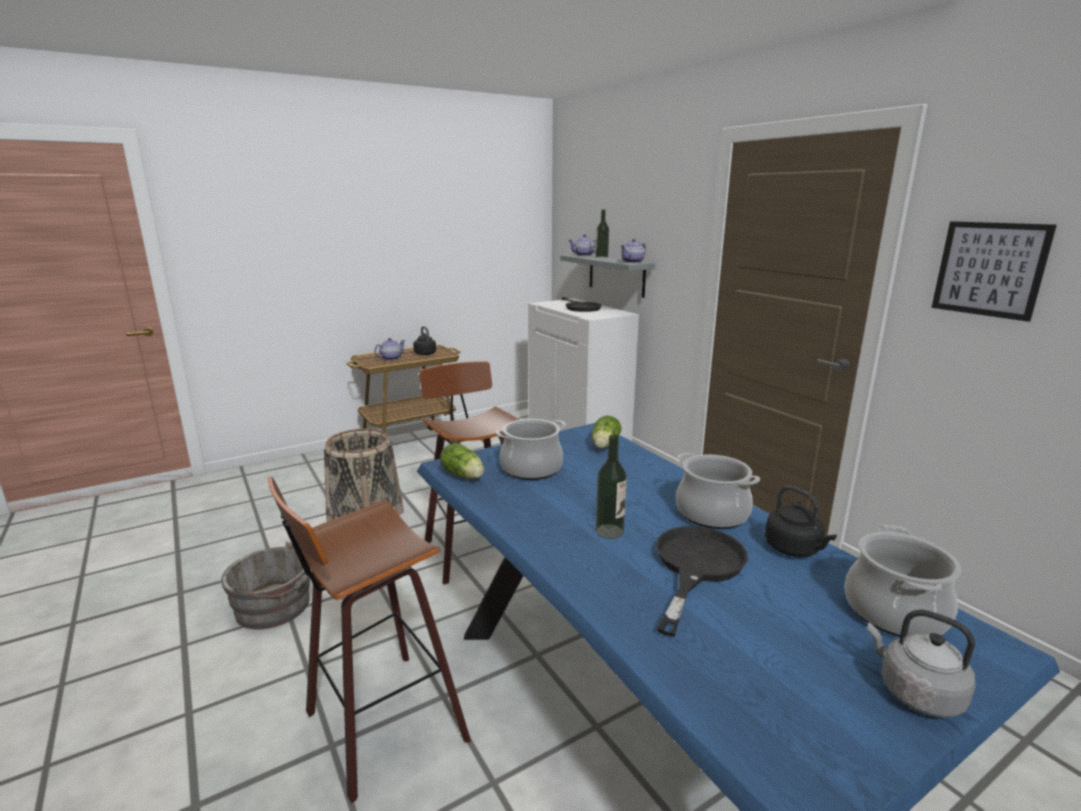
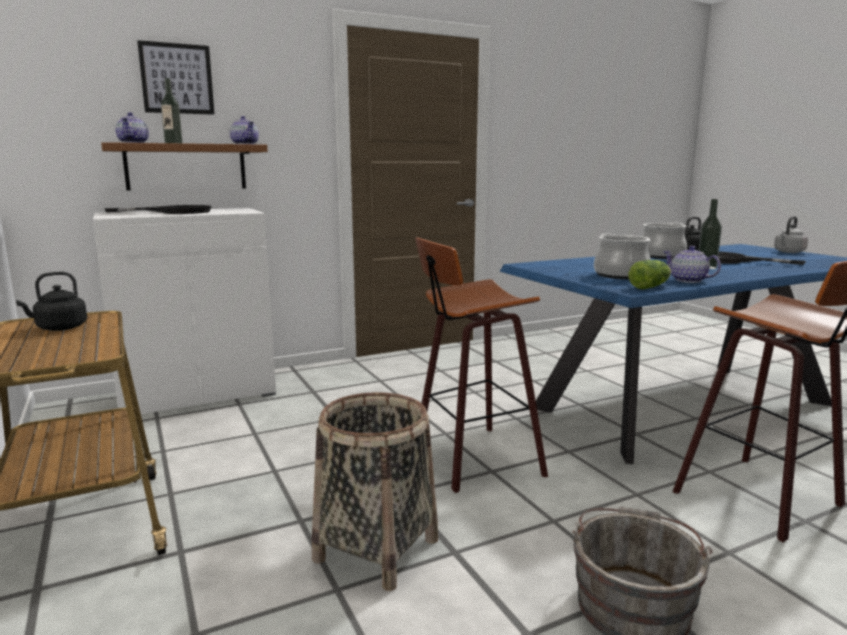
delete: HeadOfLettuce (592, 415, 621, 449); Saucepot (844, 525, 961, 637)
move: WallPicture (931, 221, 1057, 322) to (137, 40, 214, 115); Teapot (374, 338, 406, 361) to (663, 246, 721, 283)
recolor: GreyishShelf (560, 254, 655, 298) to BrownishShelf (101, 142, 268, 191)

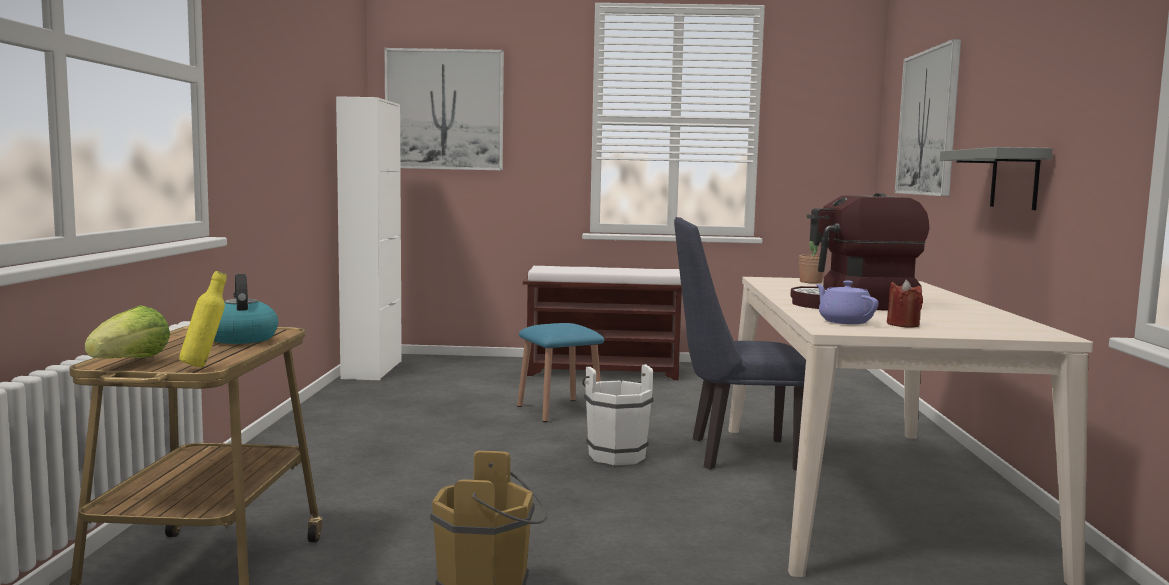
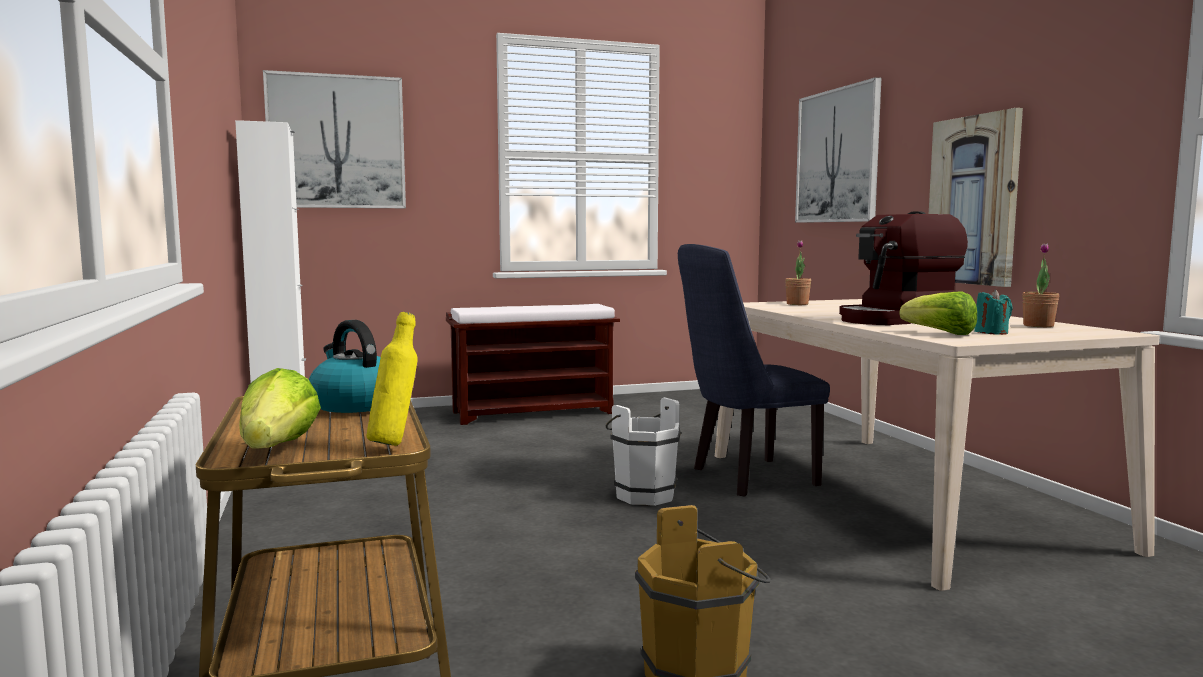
delete: BlueColouredSittingStool (517, 323, 604, 422)
insert: Houseplant (1022, 243, 1059, 327)
replace: GreyishShelf (940, 147, 1052, 210) to WallPicture (929, 108, 1023, 287); PurpleTeapot (815, 281, 878, 324) to HeadOfLettuce (900, 292, 977, 335)
recolor: RedWaxLight (887, 279, 923, 328) to TurquoiseColouredWaxLight (974, 289, 1012, 335)

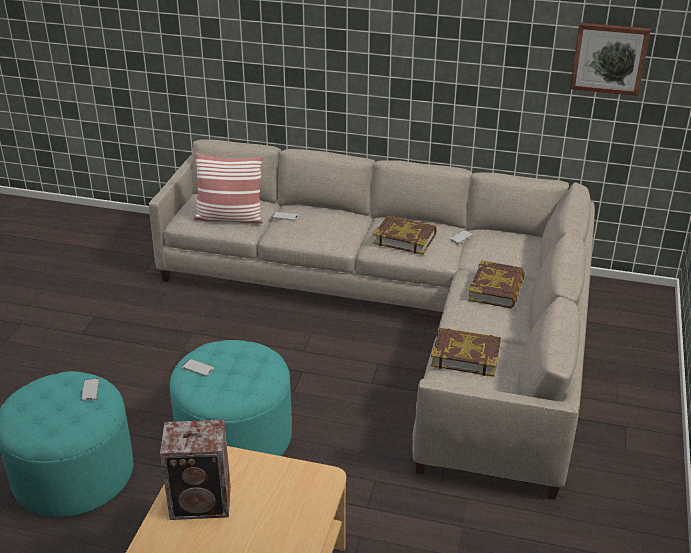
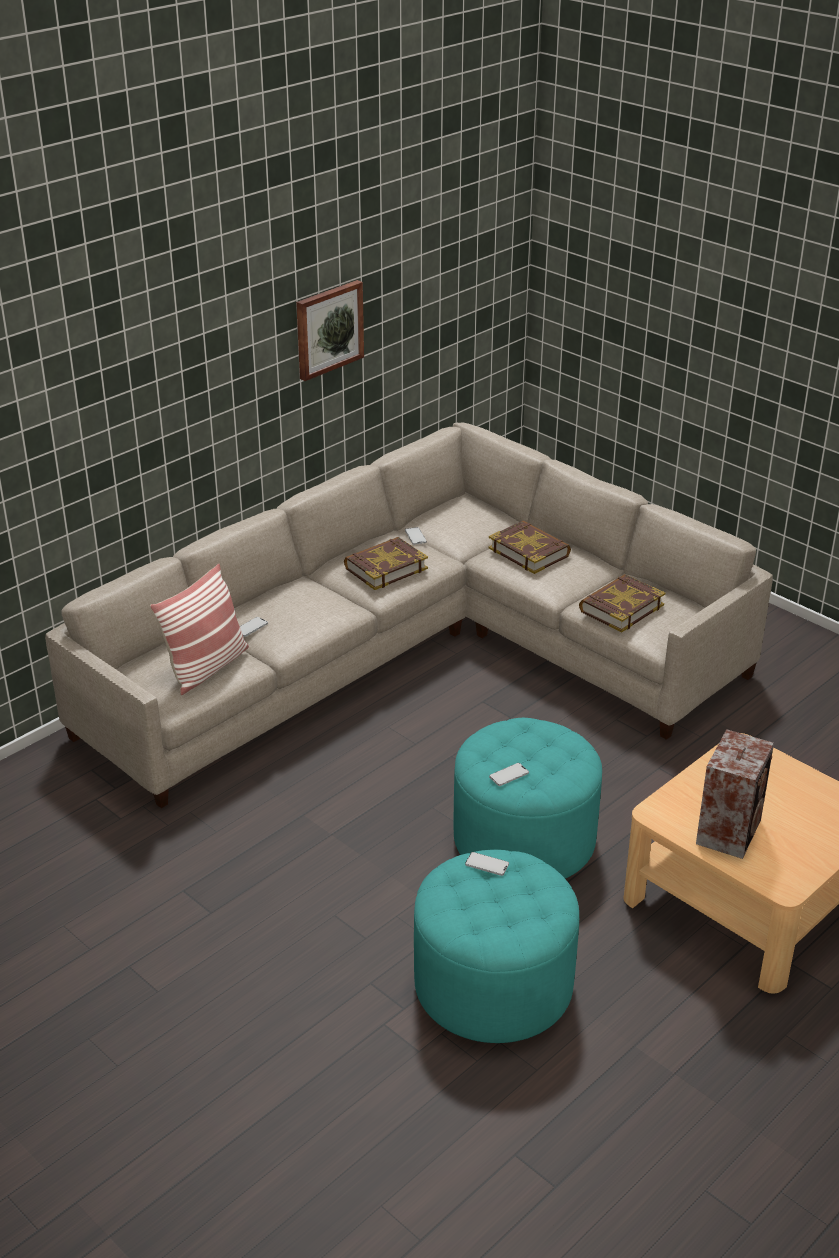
move: WallPicture (570, 23, 650, 96) to (296, 280, 364, 381)

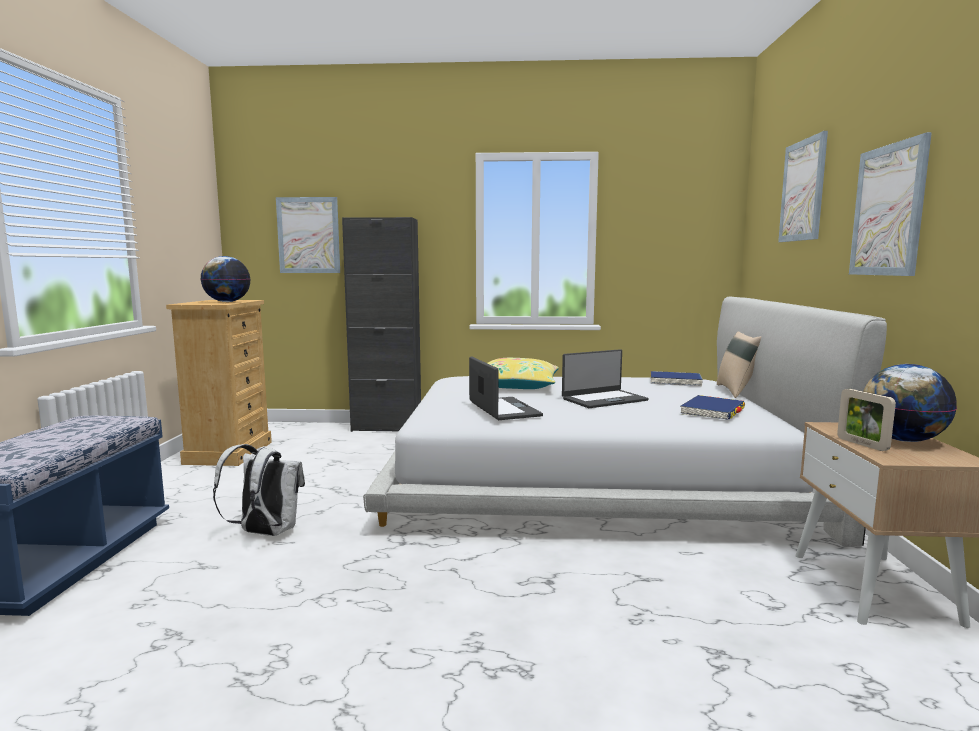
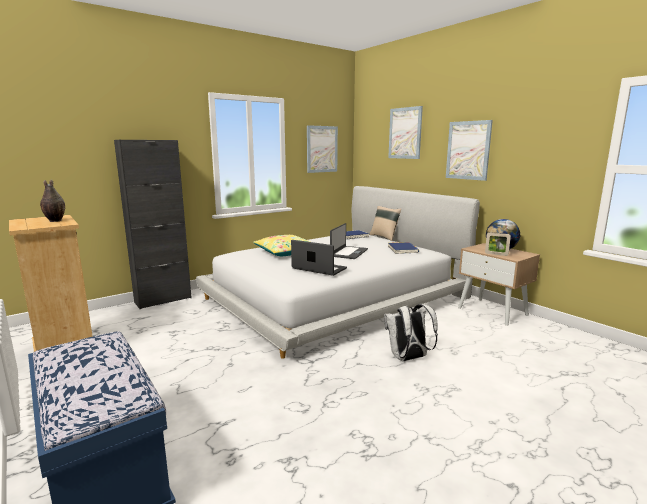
move: WallPicture (276, 197, 340, 273) to (307, 125, 338, 173); WhiteRucksack (213, 444, 305, 536) to (384, 304, 438, 361)
replace: DeskGlobe (200, 256, 250, 302) to Vase (40, 180, 65, 222)

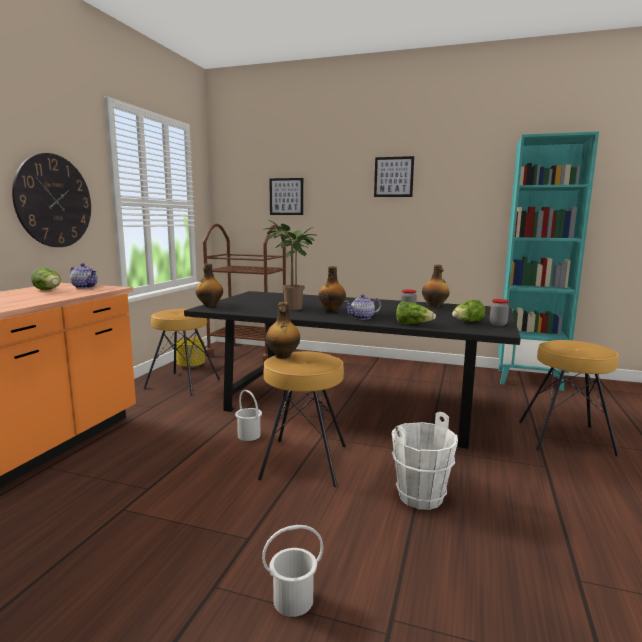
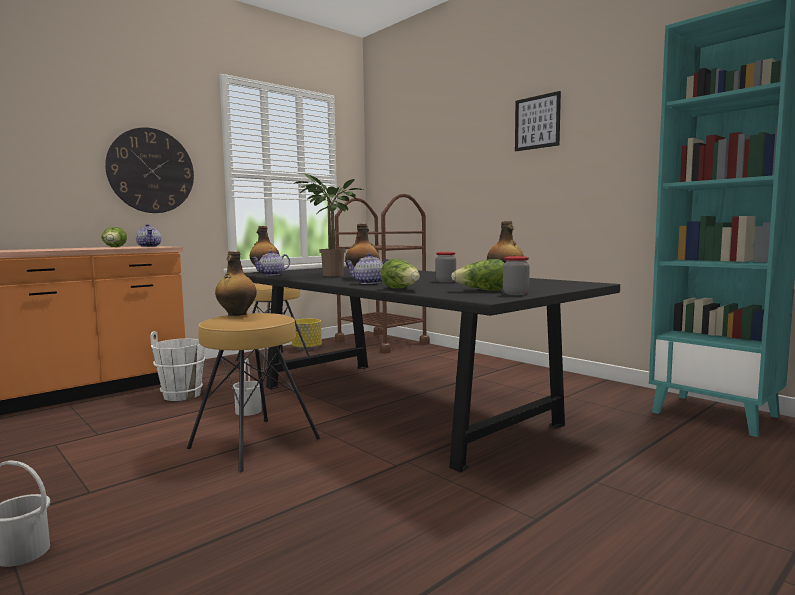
delete: WallPicture (269, 178, 303, 215); BrownishSittingStool (519, 340, 619, 457)
insert: Teapot (252, 250, 290, 275)
move: WhiteBucket (391, 412, 458, 510) to (150, 331, 206, 401)

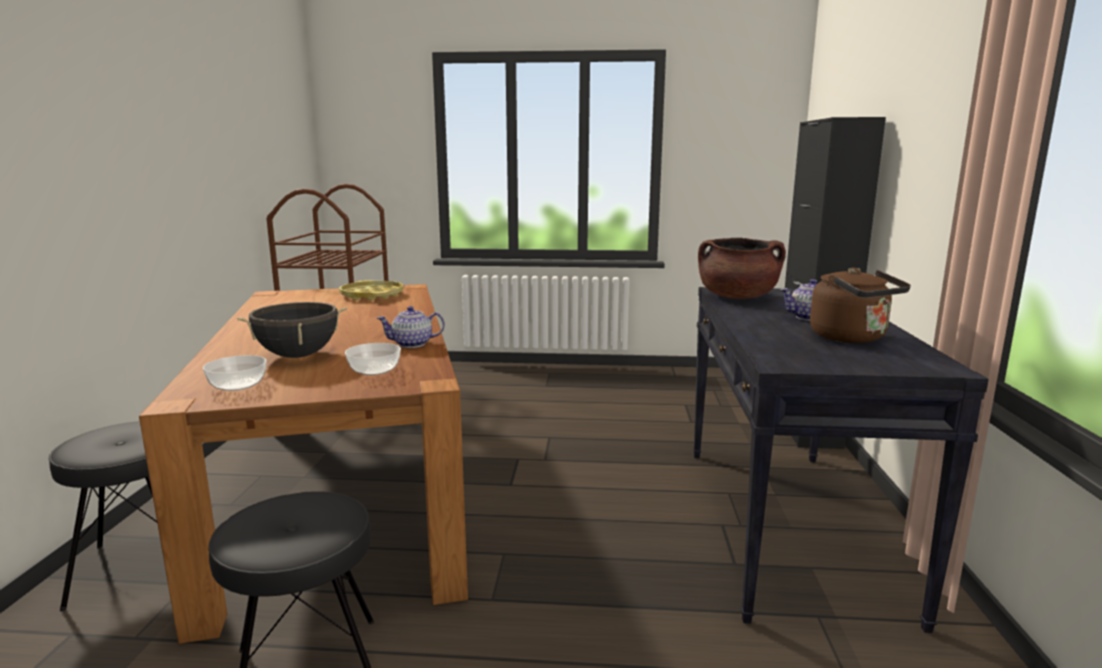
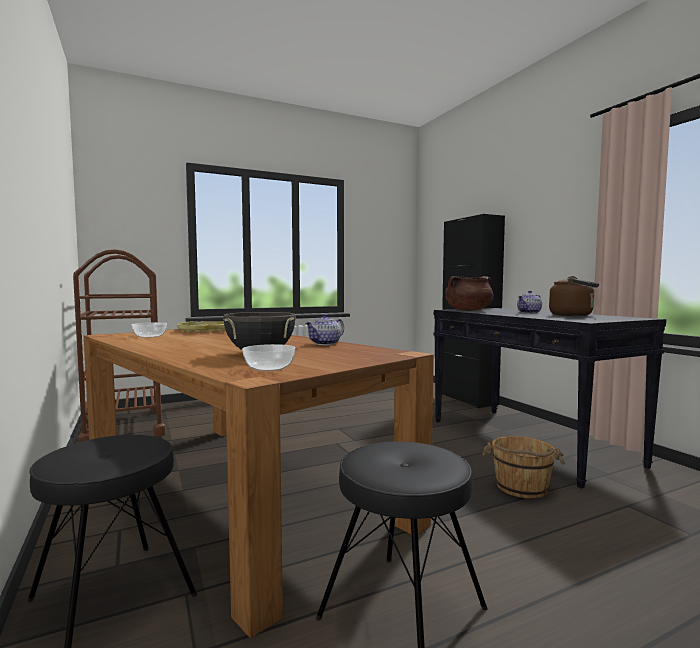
insert: BrownishBucket (482, 436, 565, 499)
move: ServingBowl (345, 343, 401, 375) to (132, 322, 167, 338)

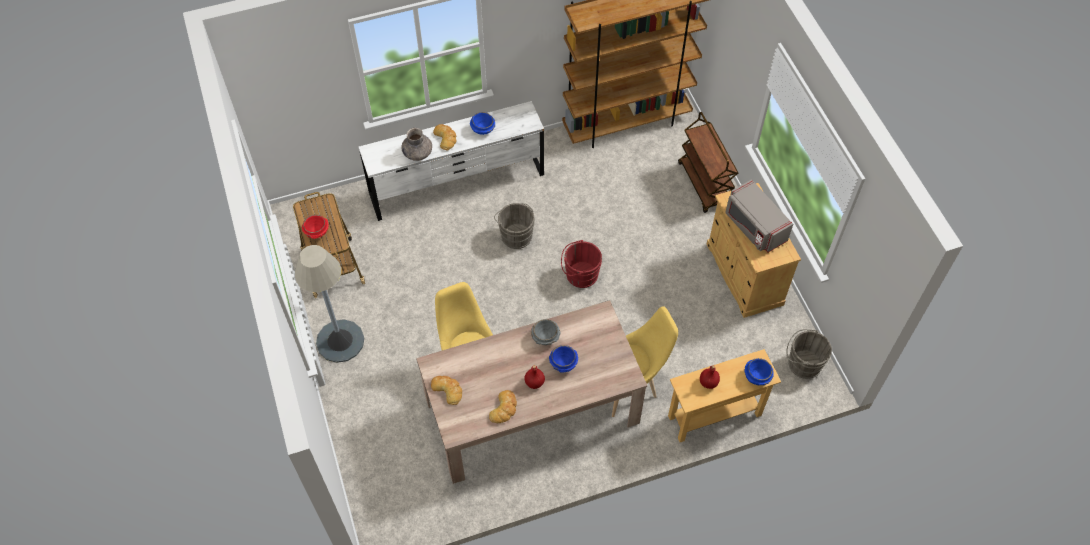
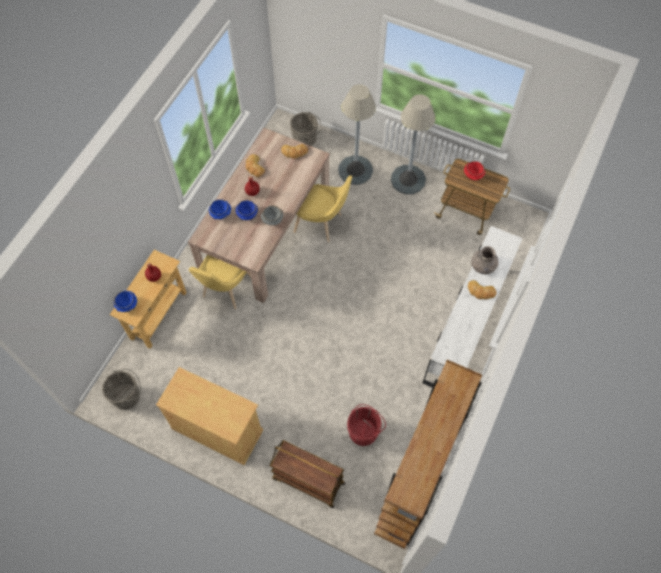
delete: GreyishMicrowaveOven (725, 179, 793, 252)
insert: GreyishStandingLamp (338, 84, 376, 185)
move: BlueColouredServingBowl (470, 112, 495, 135) to (208, 199, 231, 219); GreyishBucket (494, 203, 535, 249) to (290, 112, 321, 146); RedBucket (561, 240, 602, 288) to (347, 404, 386, 446)

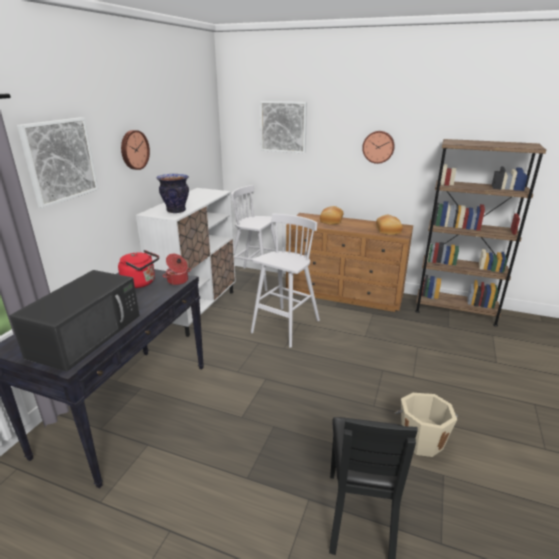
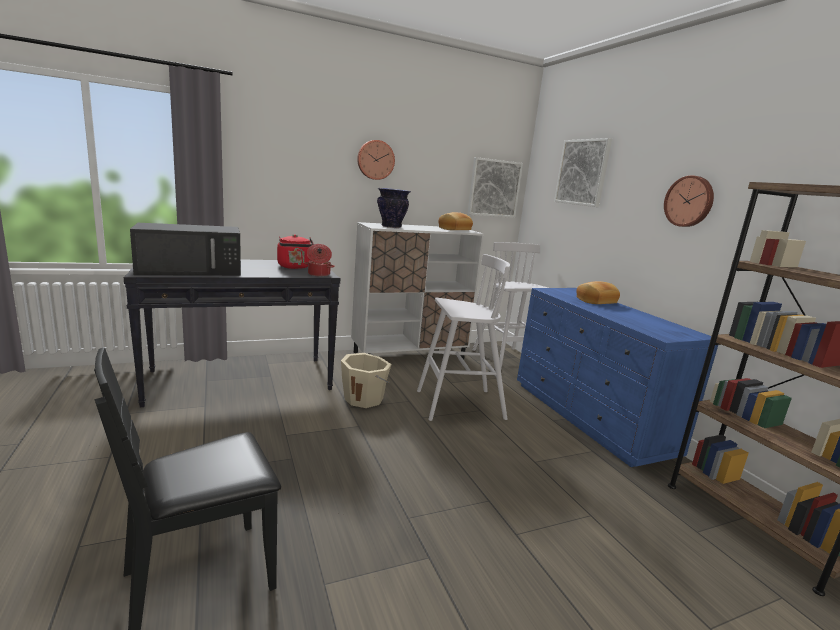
move: WallPicture (17, 117, 99, 208) to (468, 157, 523, 218); BakeryBread (376, 215, 403, 235) to (439, 212, 473, 230); BeigeColouredBucket (394, 393, 458, 457) to (341, 353, 391, 408)
recolor: BrownishChestOfDrawers (286, 213, 413, 312) to BlueColouredChestOfDrawers (517, 288, 718, 467)

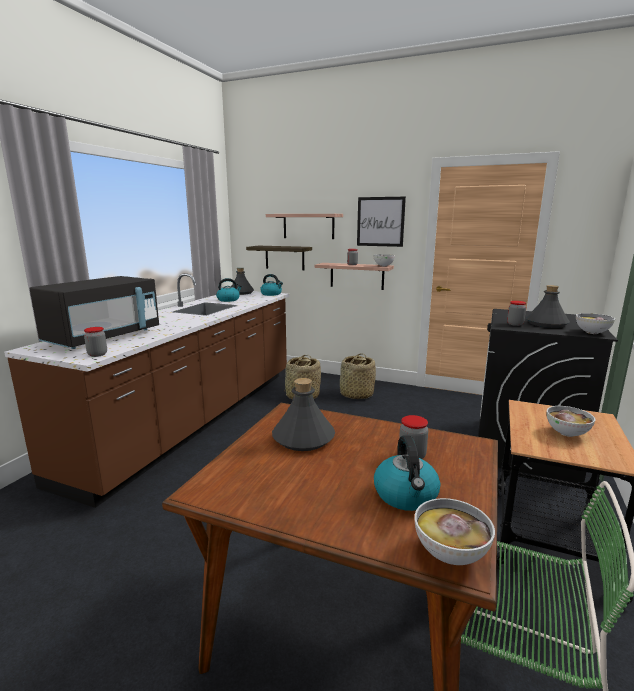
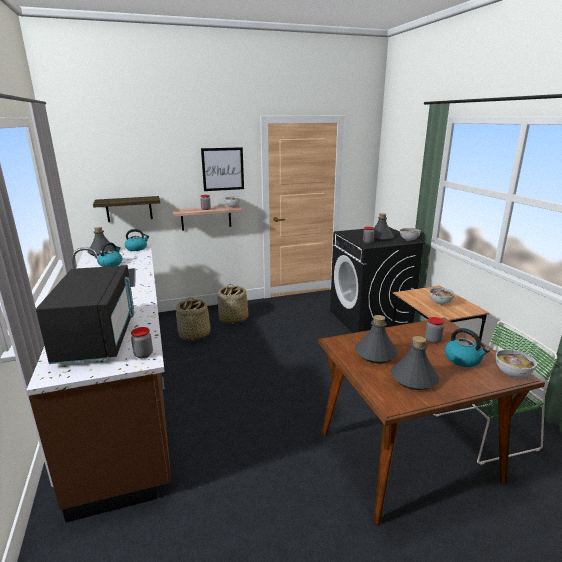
delete: Shelf (266, 214, 343, 239)
insert: GreyishBeverageBottle (391, 336, 439, 390)

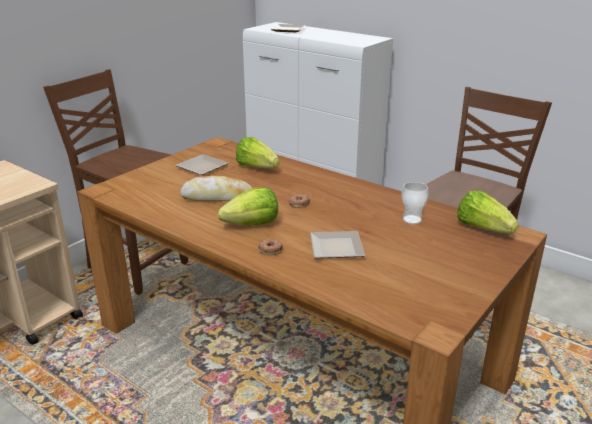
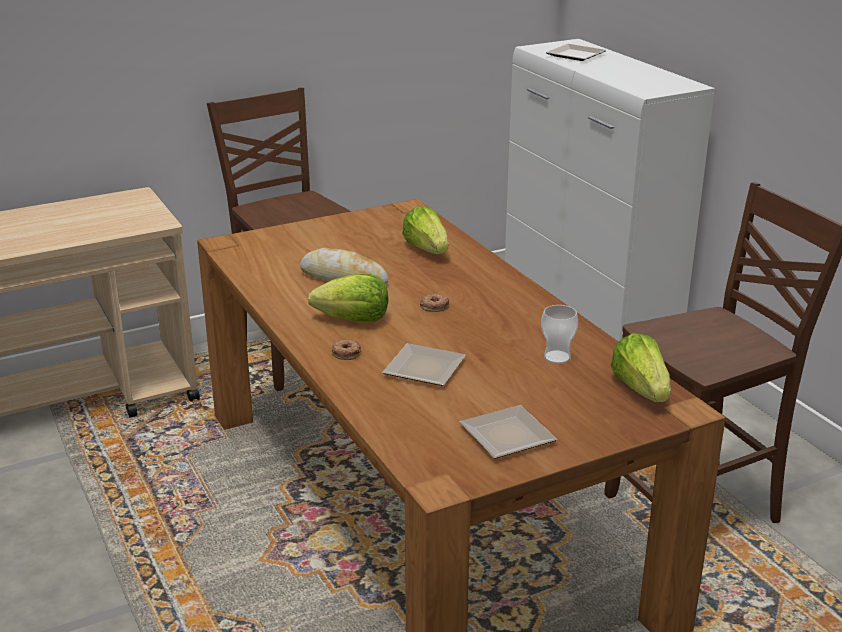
move: FlatDish (175, 154, 229, 175) to (460, 405, 557, 459)

